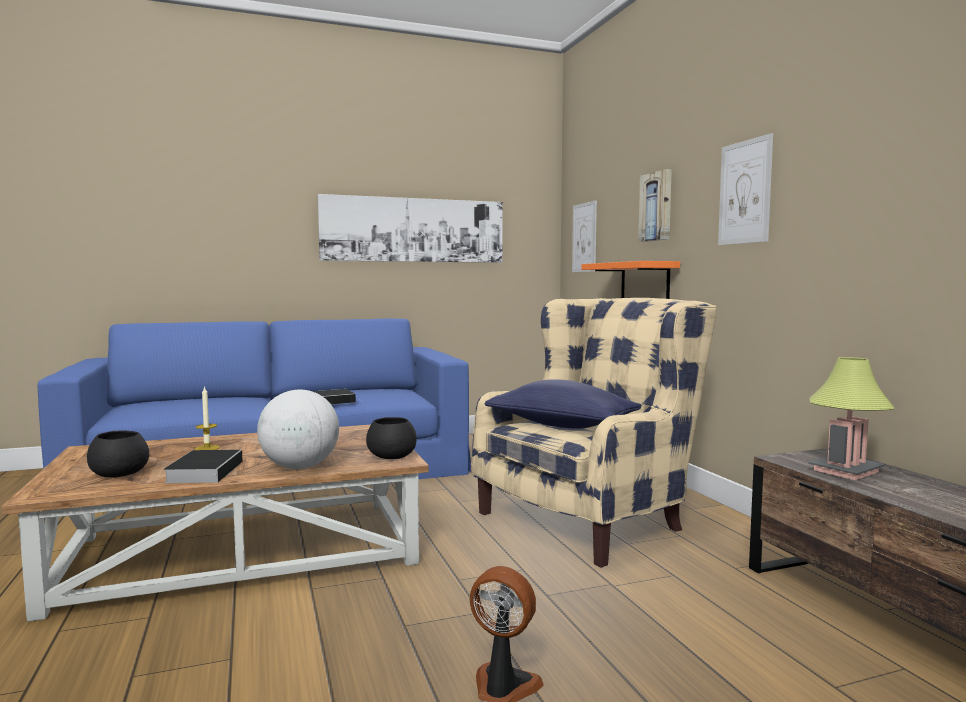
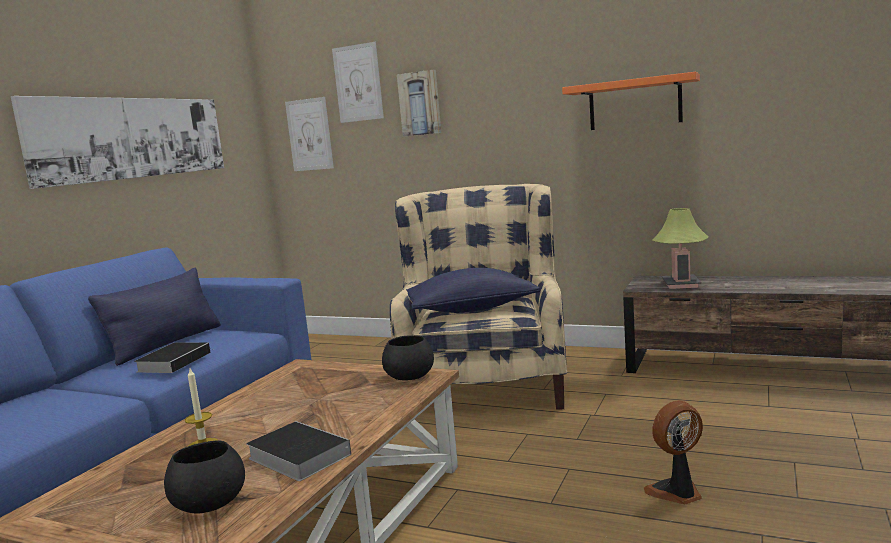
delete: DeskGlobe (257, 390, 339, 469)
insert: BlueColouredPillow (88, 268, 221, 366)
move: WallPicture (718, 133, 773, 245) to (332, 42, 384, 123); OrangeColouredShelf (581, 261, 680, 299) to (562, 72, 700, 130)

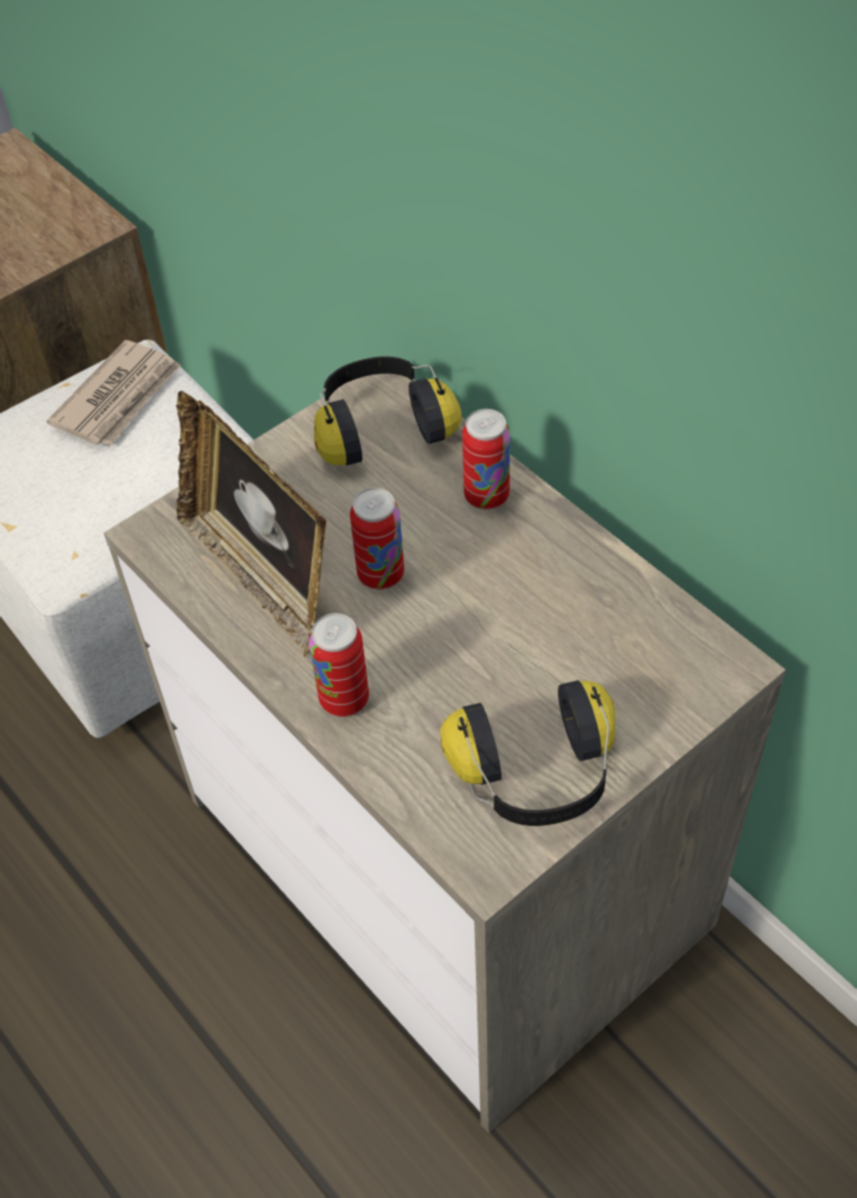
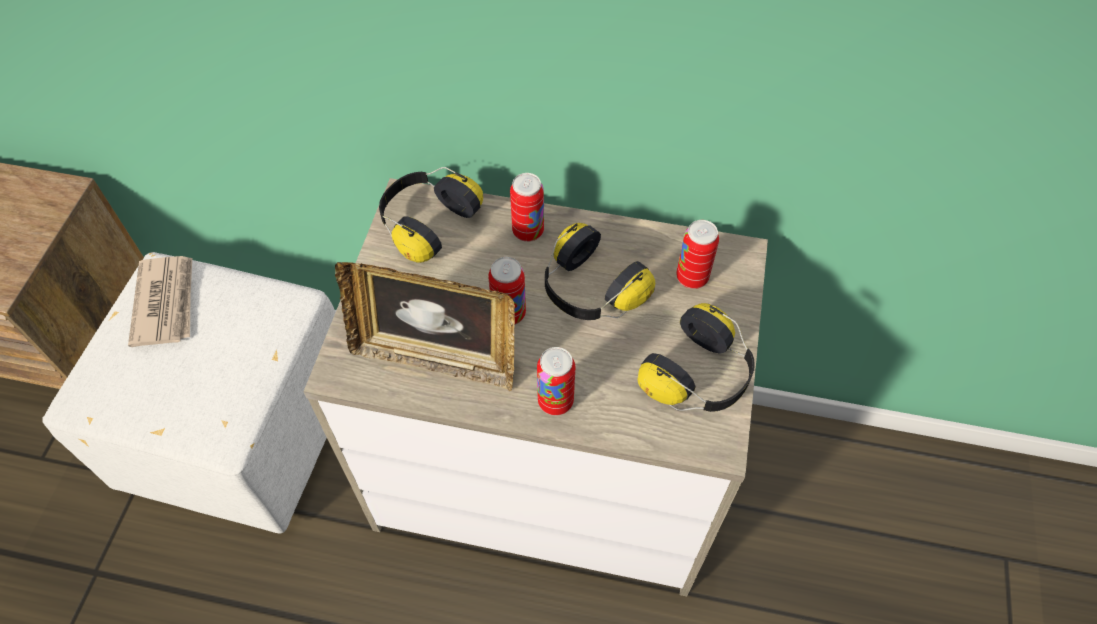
insert: Can (676, 220, 719, 289); Headphones (545, 223, 655, 320)

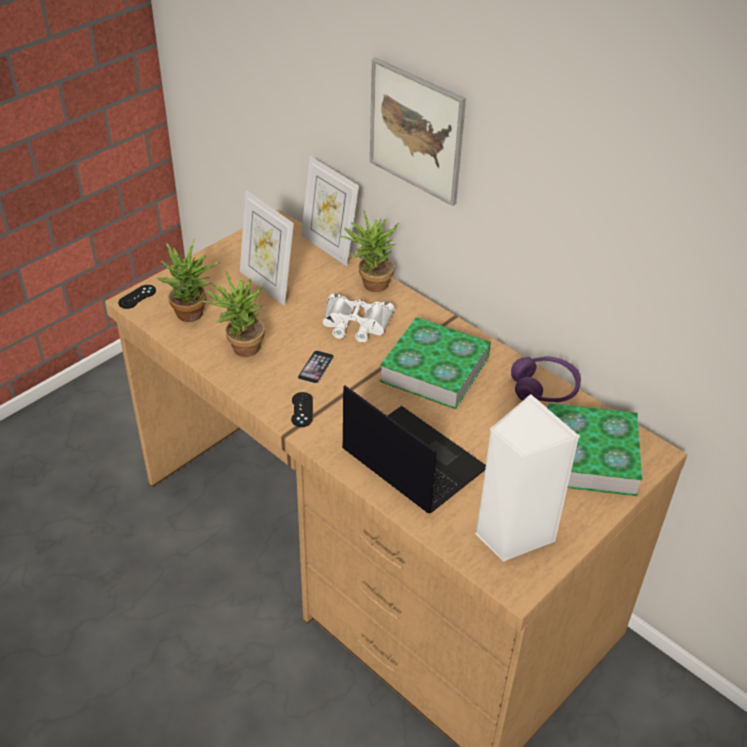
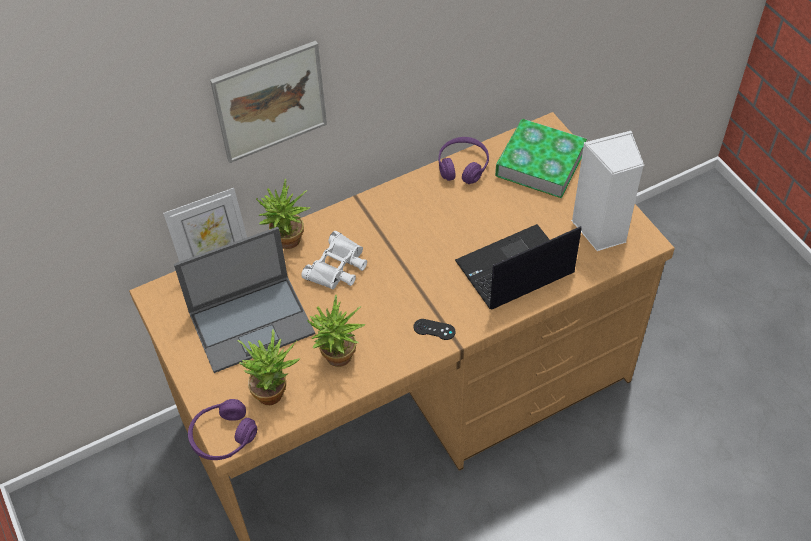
delete: Book (379, 317, 491, 409); Handset (298, 350, 334, 384)
replace: StandingFrame (240, 190, 294, 306) to Laptop (174, 227, 315, 373); BlackishGameController (118, 285, 156, 309) to PurpleHeadphones (188, 399, 257, 460)

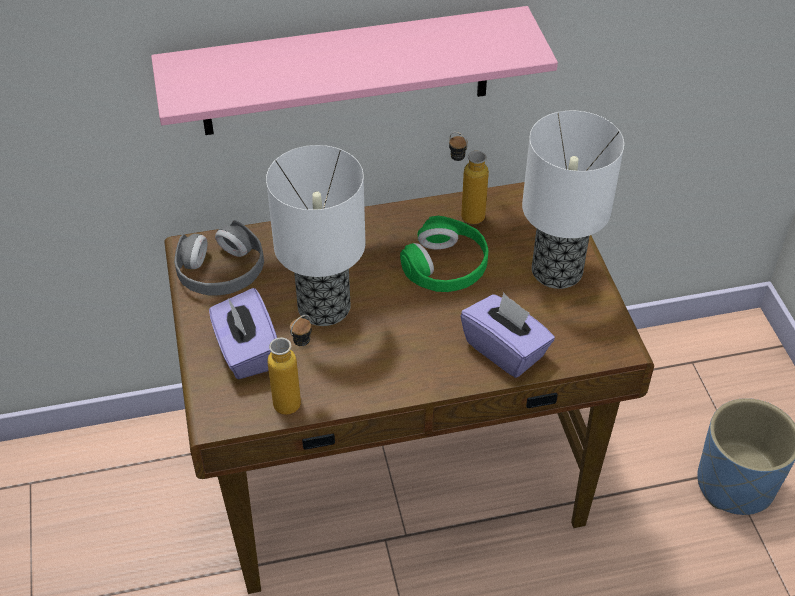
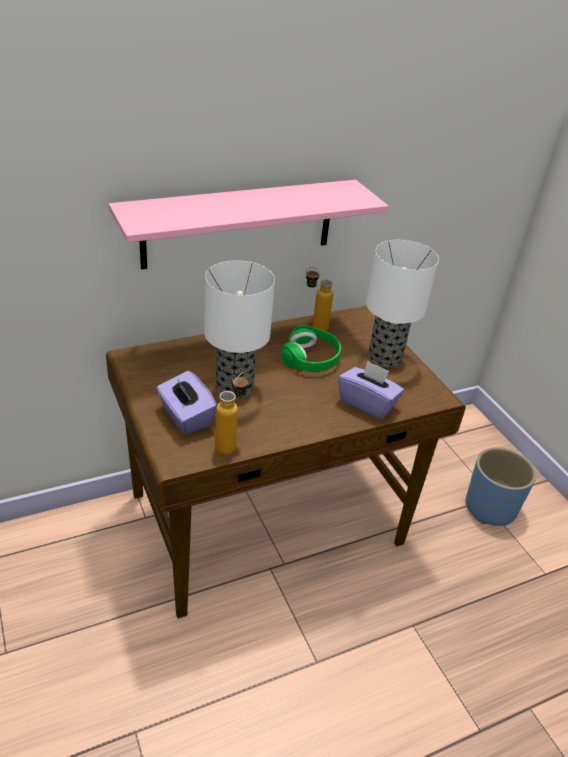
delete: GreyishHeadphones (174, 220, 264, 296)

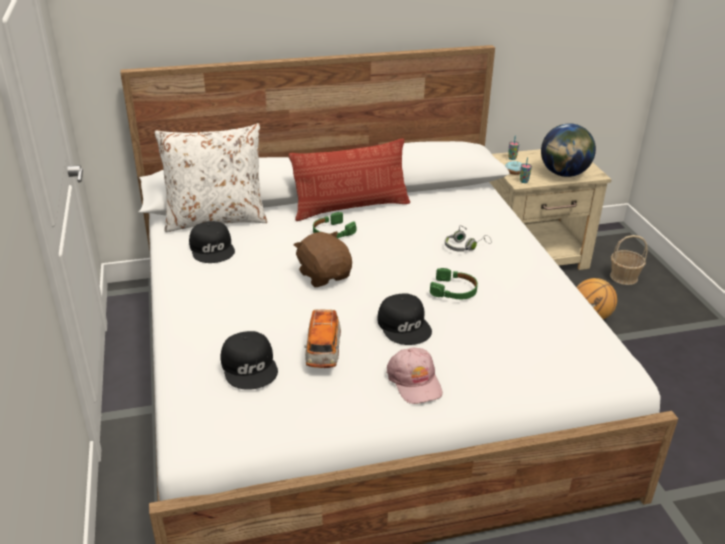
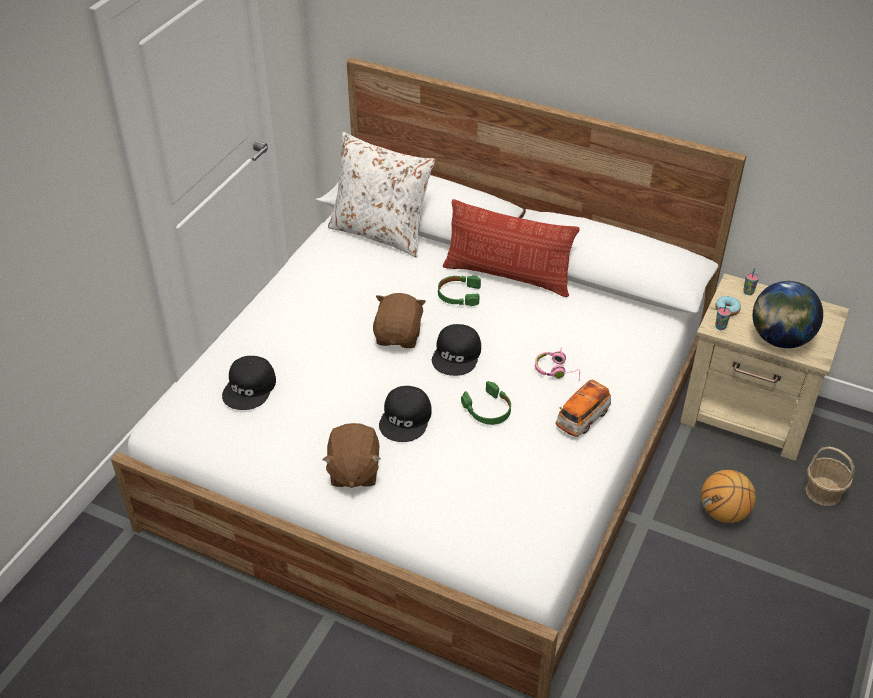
move: BlackishBaseballCap (189, 221, 235, 263) to (432, 324, 481, 376); MiniatureCar (304, 309, 341, 368) to (556, 380, 611, 437)
replace: PinkishBaseballCap (386, 348, 443, 404) to BrownishSoftToy (322, 423, 381, 488)
recolor: GreyishHeadphones (445, 225, 492, 252) to PinkishHeadphones (535, 347, 580, 381)

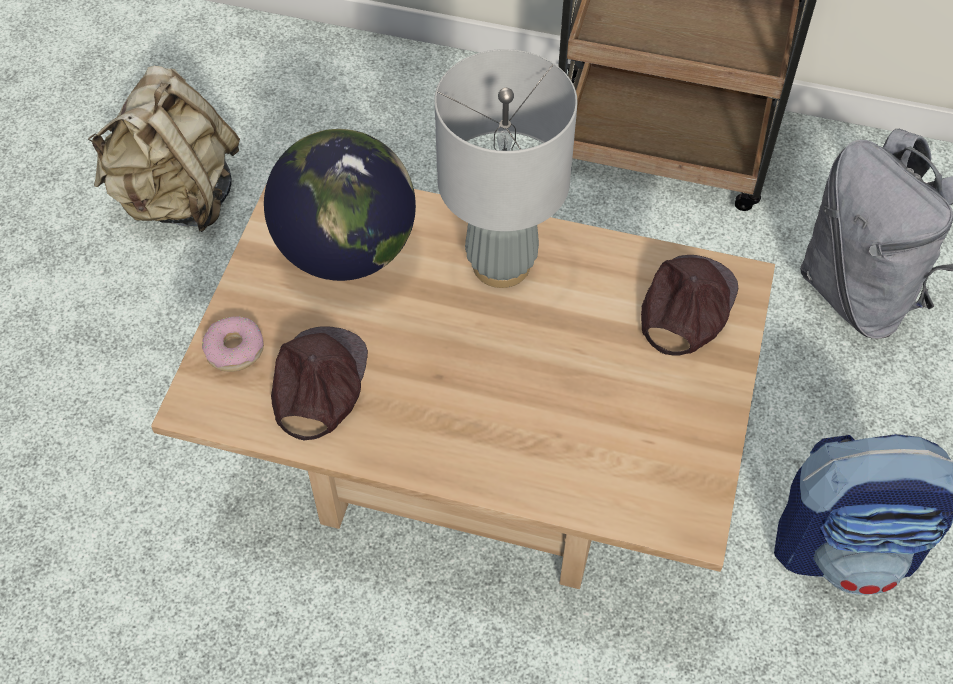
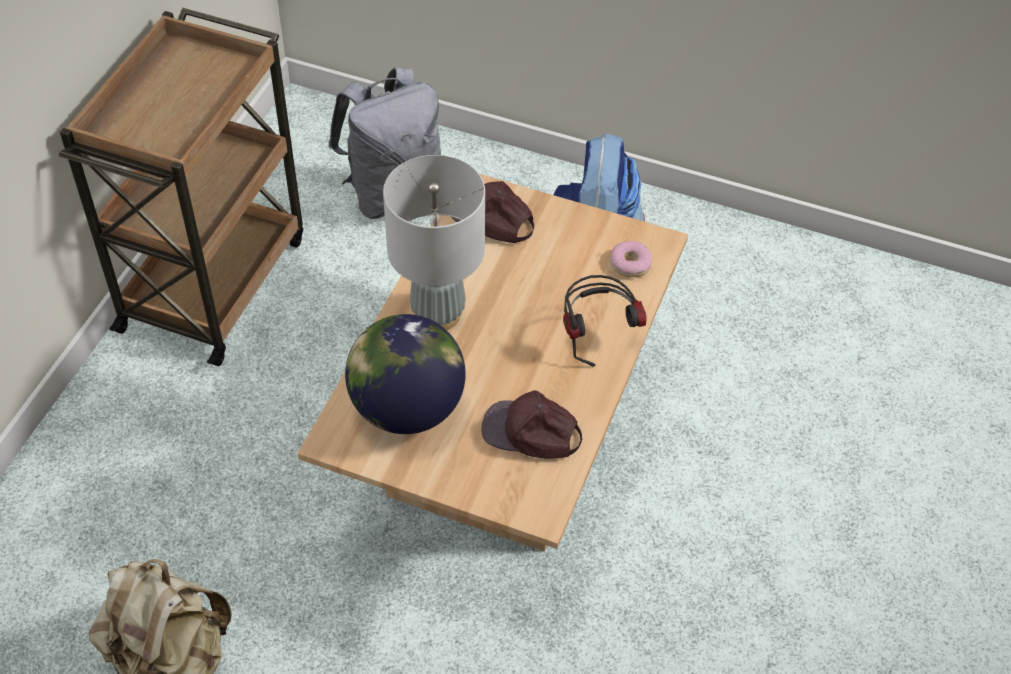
insert: Headphones (563, 275, 646, 367)
move: Doughnut (202, 317, 264, 372) to (610, 241, 652, 277)

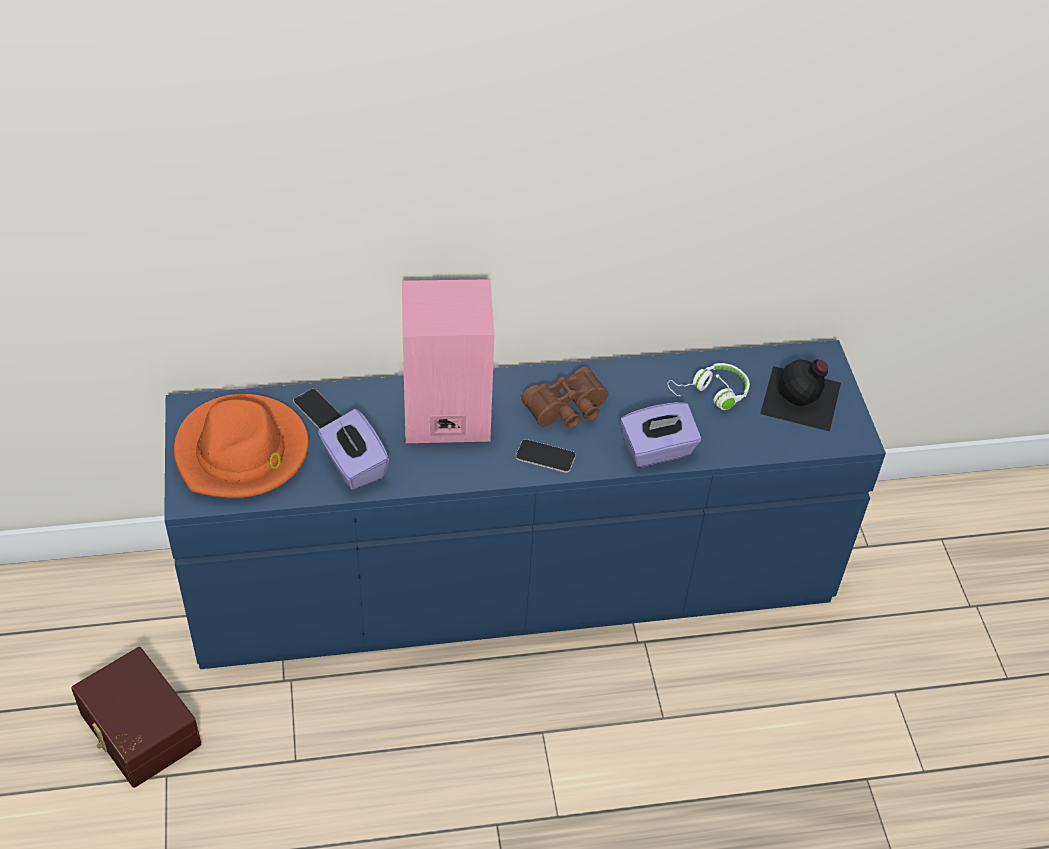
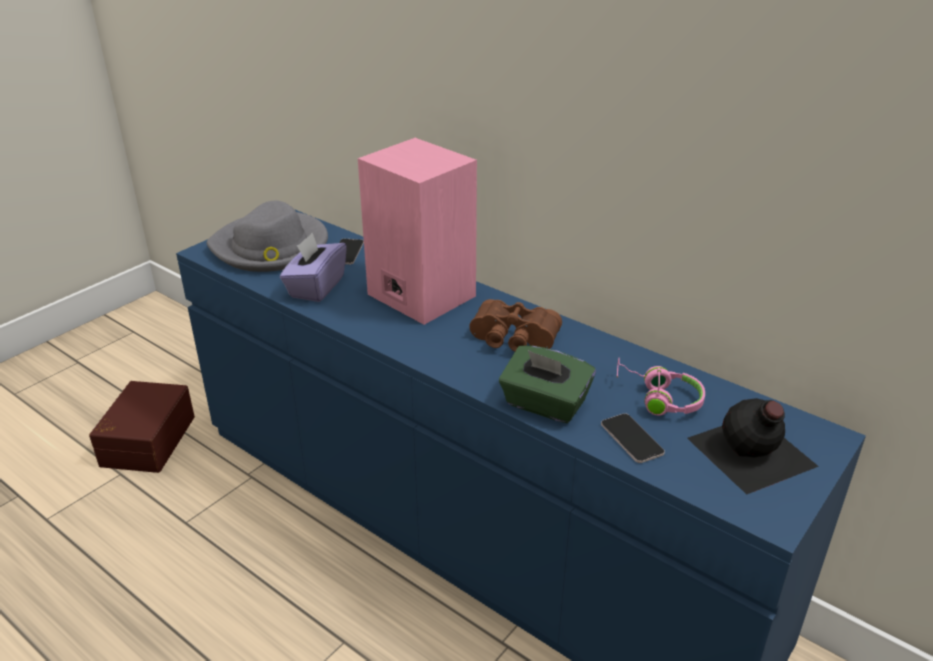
move: Handset (516, 439, 576, 473) to (601, 413, 665, 463)
recolor: WhiteHeadphones (667, 363, 750, 410) to PinkishHeadphones (616, 358, 705, 416); OrangeColouredHat (174, 394, 309, 498) to GreyishHat (206, 200, 328, 272); PurpleTissueBox (620, 402, 701, 467) to GreenColouredTissueBox (499, 346, 596, 423)

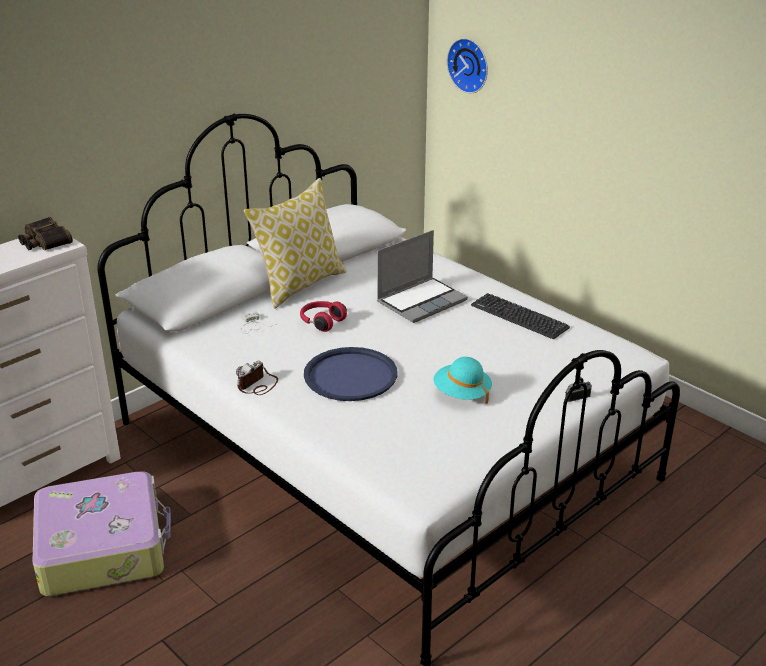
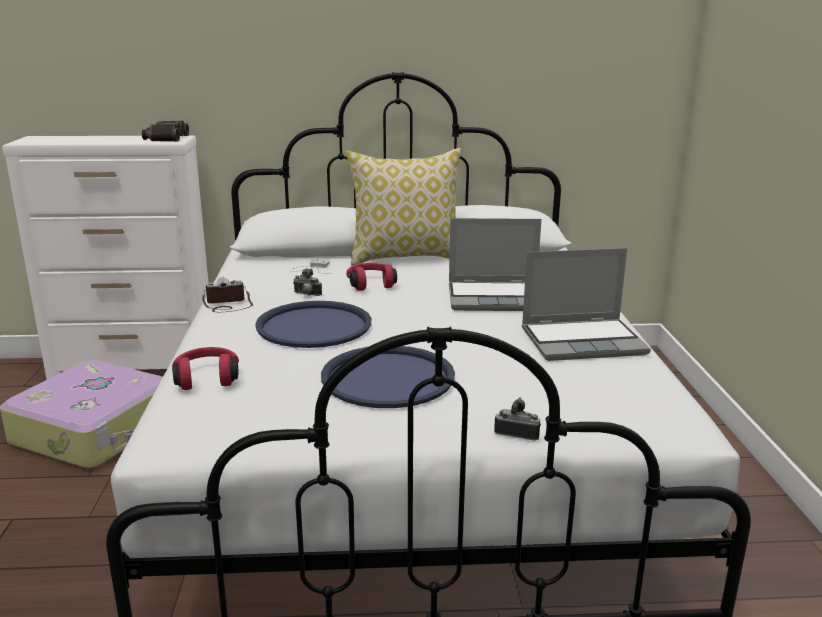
delete: HangingClock (447, 38, 488, 94)
insert: PhotoCamera (294, 268, 322, 296); RedHeadphones (172, 347, 239, 390)
replace: Keyboard (471, 293, 570, 339) to Laptop (522, 248, 651, 361); TurquoiseColouredHat (433, 357, 492, 404) to BlueColouredTray (321, 346, 455, 408)

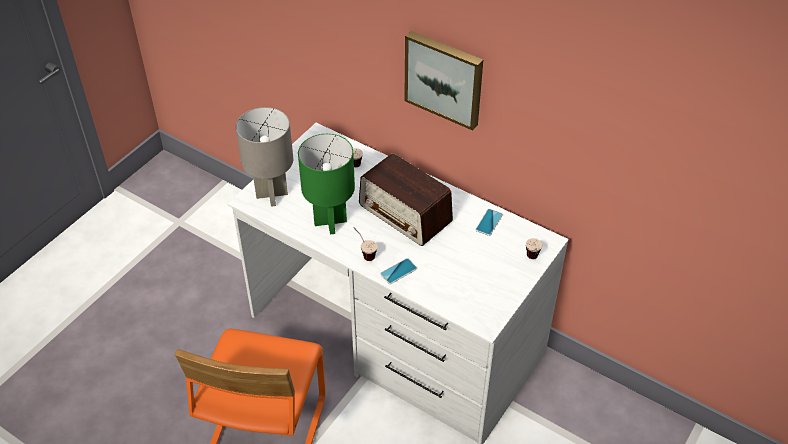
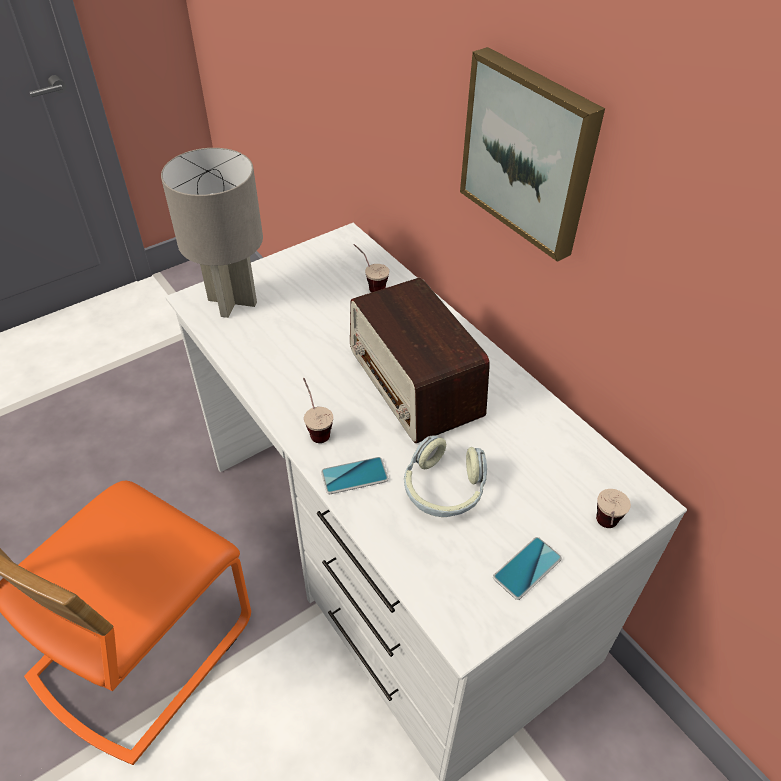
delete: GreenColouredTableLamp (298, 134, 355, 235)
insert: Headphones (404, 435, 487, 517)
move: Handset (475, 209, 503, 236) to (493, 537, 562, 600)

